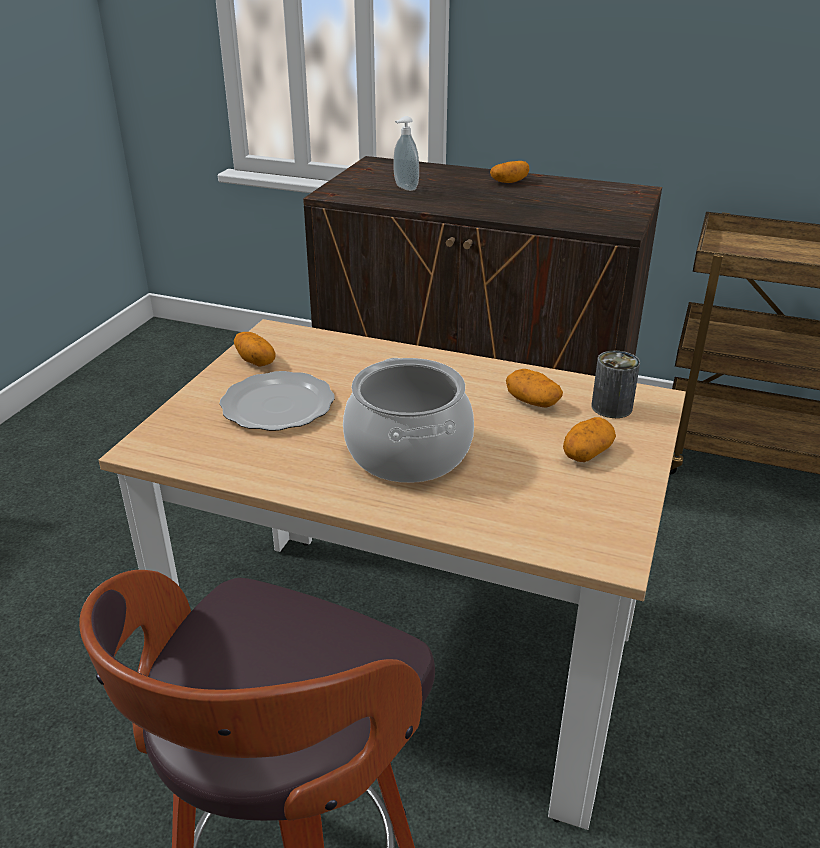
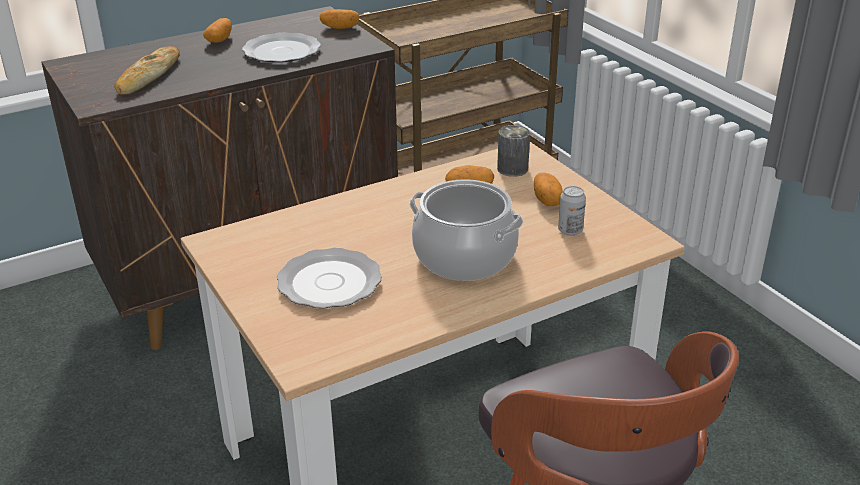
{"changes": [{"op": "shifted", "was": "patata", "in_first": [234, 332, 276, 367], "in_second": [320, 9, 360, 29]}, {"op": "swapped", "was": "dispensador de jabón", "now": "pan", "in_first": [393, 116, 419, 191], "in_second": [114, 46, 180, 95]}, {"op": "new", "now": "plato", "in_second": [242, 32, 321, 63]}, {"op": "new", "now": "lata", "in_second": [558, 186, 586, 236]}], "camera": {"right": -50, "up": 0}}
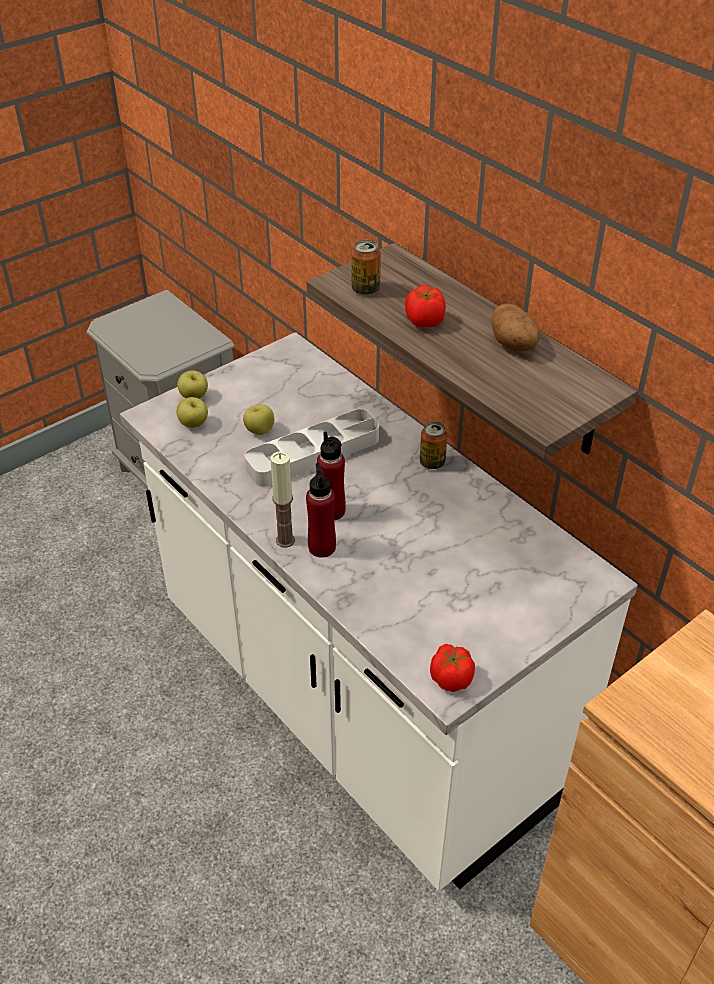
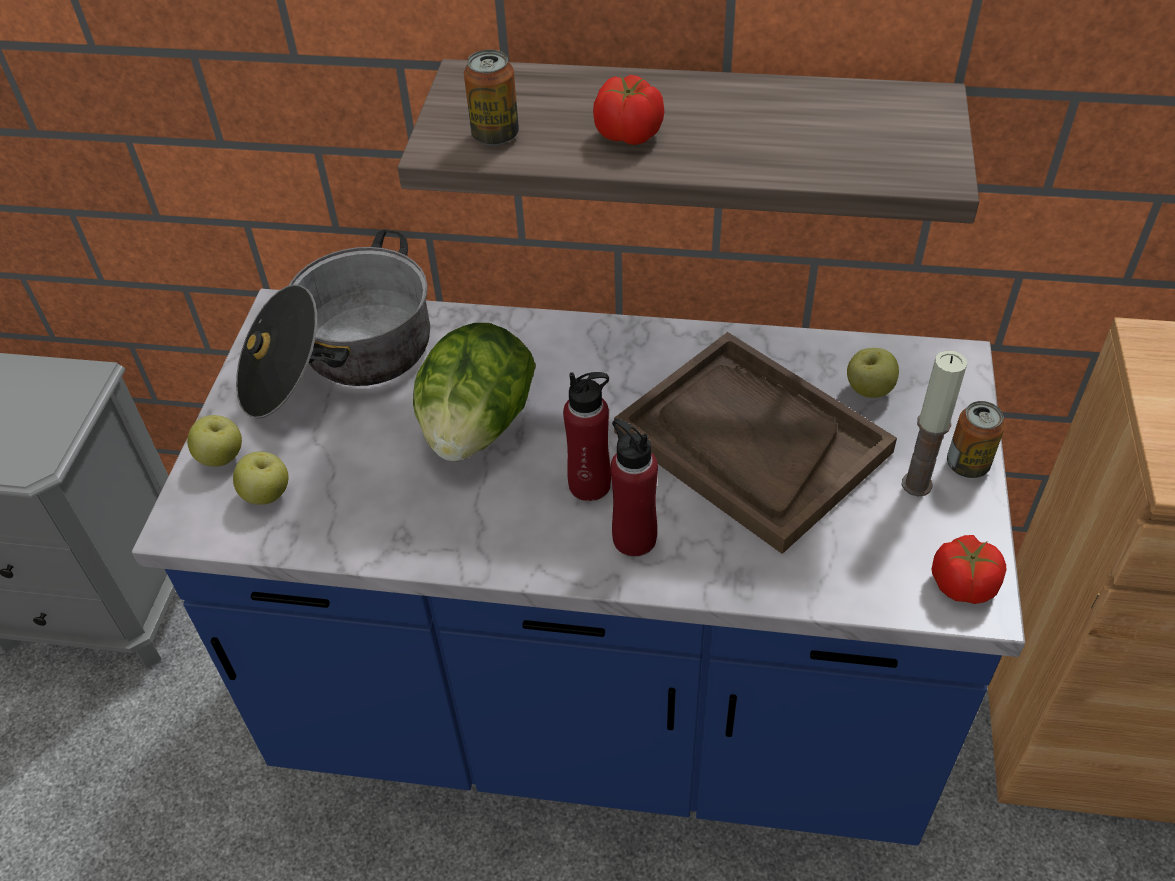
{"changes": [{"op": "repainted", "was": "mueble bajo de cocina/blanco", "now": "mueble bajo de cocina/azul", "in_first": [120, 332, 638, 891], "in_second": [132, 289, 1025, 846]}, {"op": "shifted", "was": "manzana", "in_first": [243, 404, 274, 435], "in_second": [847, 348, 899, 398]}, {"op": "swapped", "was": "bandeja/gris", "now": "lechuga", "in_first": [245, 409, 379, 487], "in_second": [413, 323, 536, 461]}, {"op": "shifted", "was": "vela", "in_first": [270, 451, 295, 548], "in_second": [902, 350, 967, 496]}, {"op": "shifted", "was": "lata", "in_first": [420, 422, 448, 469], "in_second": [947, 401, 1005, 478]}, {"op": "gone", "was": "patata", "in_first": [492, 304, 540, 351]}, {"op": "new", "now": "olla", "in_second": [236, 229, 430, 419]}, {"op": "new", "now": "bandeja/marrón", "in_second": [614, 332, 897, 554]}], "camera": {"right": -40, "up": 5}}
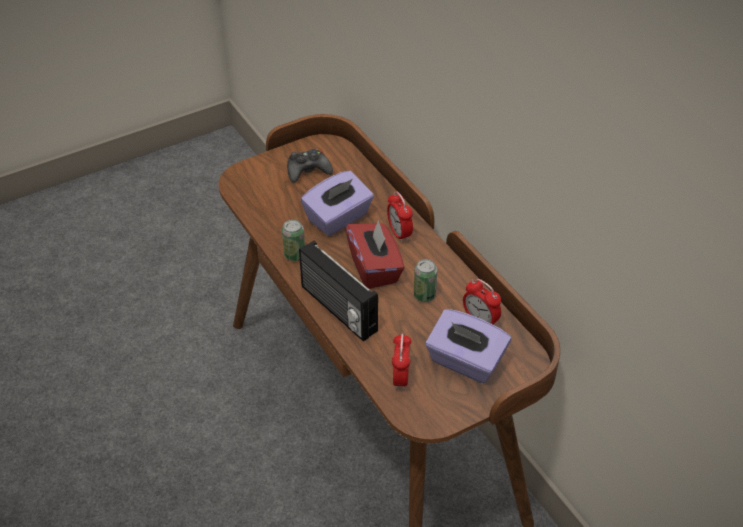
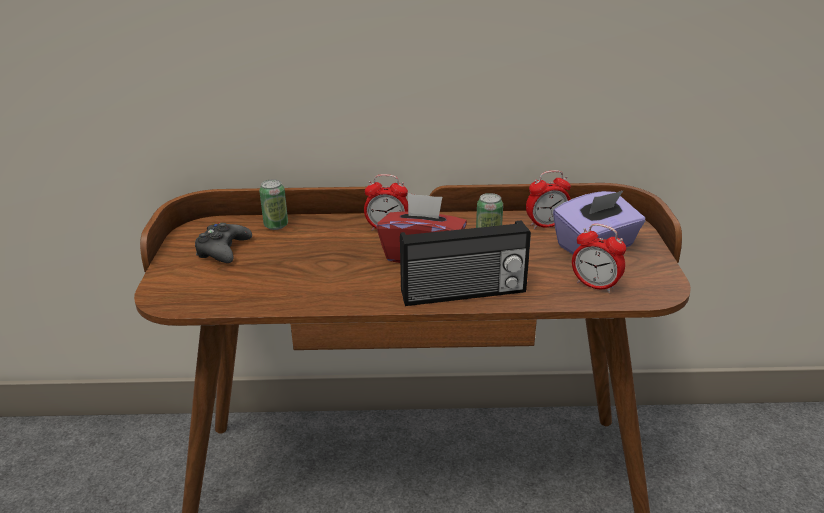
{"changes": [{"op": "shifted", "was": "lata", "in_first": [282, 219, 305, 261], "in_second": [259, 179, 288, 230]}, {"op": "gone", "was": "caja de pañuelos/morado", "in_first": [301, 171, 374, 236]}], "camera": {"right": -60, "up": -15}}
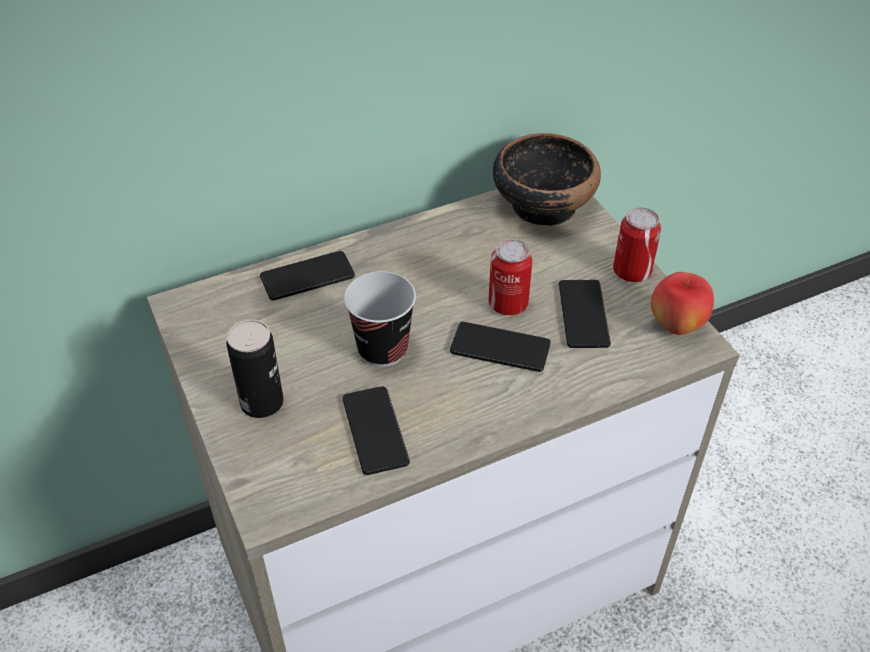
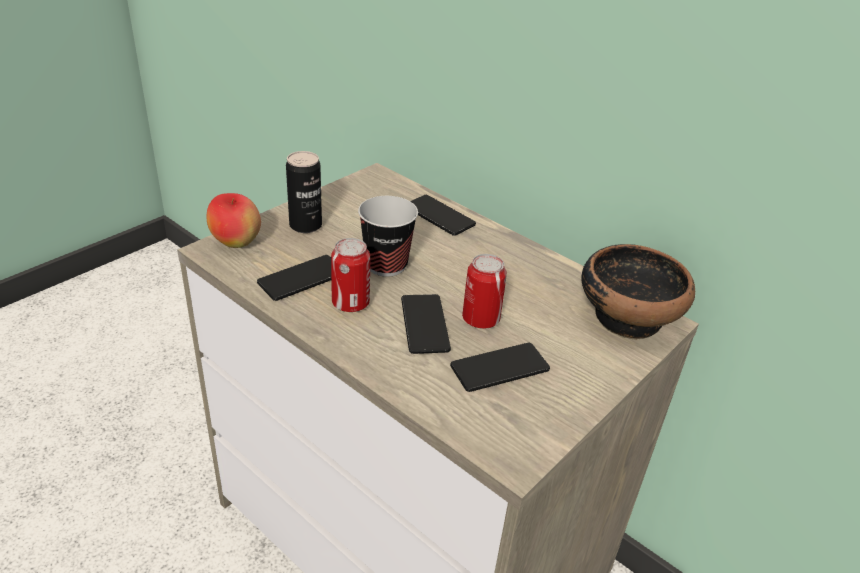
{"changes": [{"op": "shifted", "was": "lata", "in_first": [613, 207, 661, 282], "in_second": [331, 238, 370, 312]}, {"op": "shifted", "was": "manzana", "in_first": [651, 272, 714, 335], "in_second": [207, 193, 261, 248]}], "camera": {"right": 65, "up": -10}}
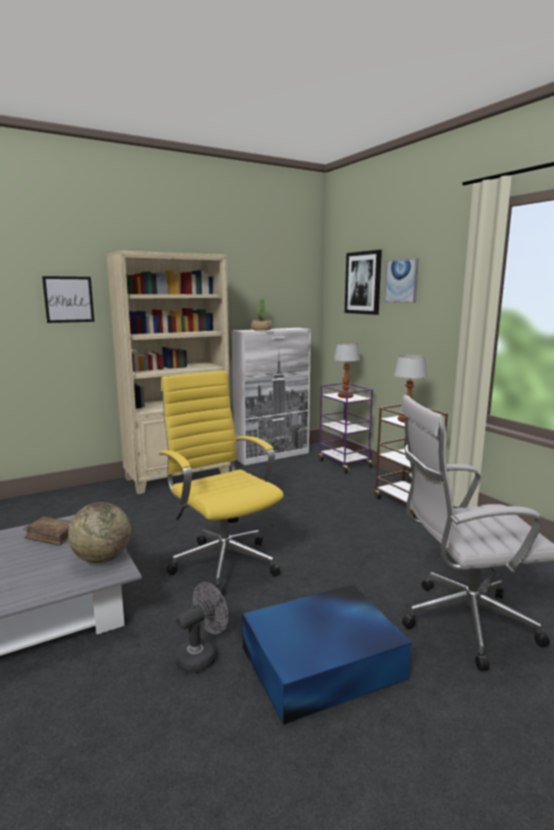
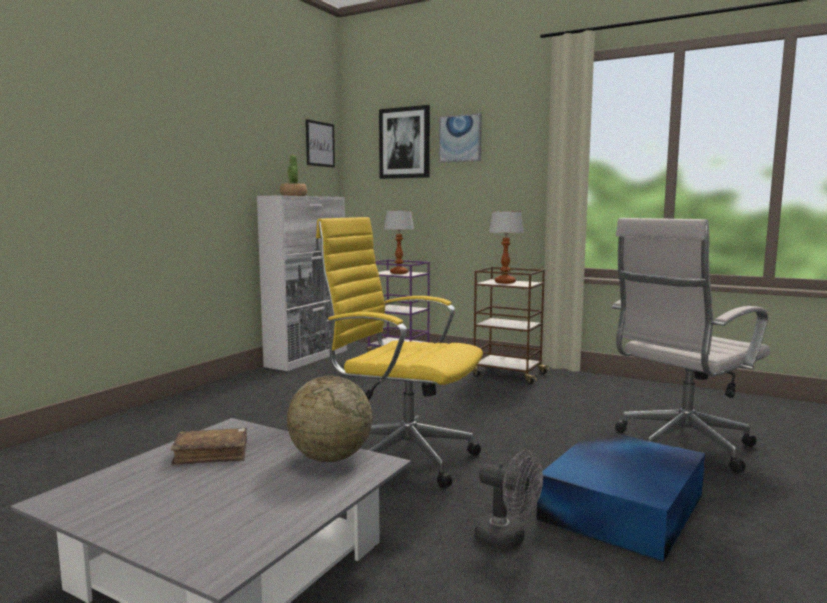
{"changes": [{"op": "shifted", "was": "cuadro", "in_first": [42, 276, 95, 323], "in_second": [306, 119, 335, 168]}, {"op": "gone", "was": "estantería/beis", "in_first": [106, 251, 231, 494]}, {"op": "rotated", "was": "ventilador/gris", "in_first": [175, 582, 228, 674], "in_second": [474, 450, 543, 550], "clockwise": 105}], "camera": {"right": -30, "up": -5}}
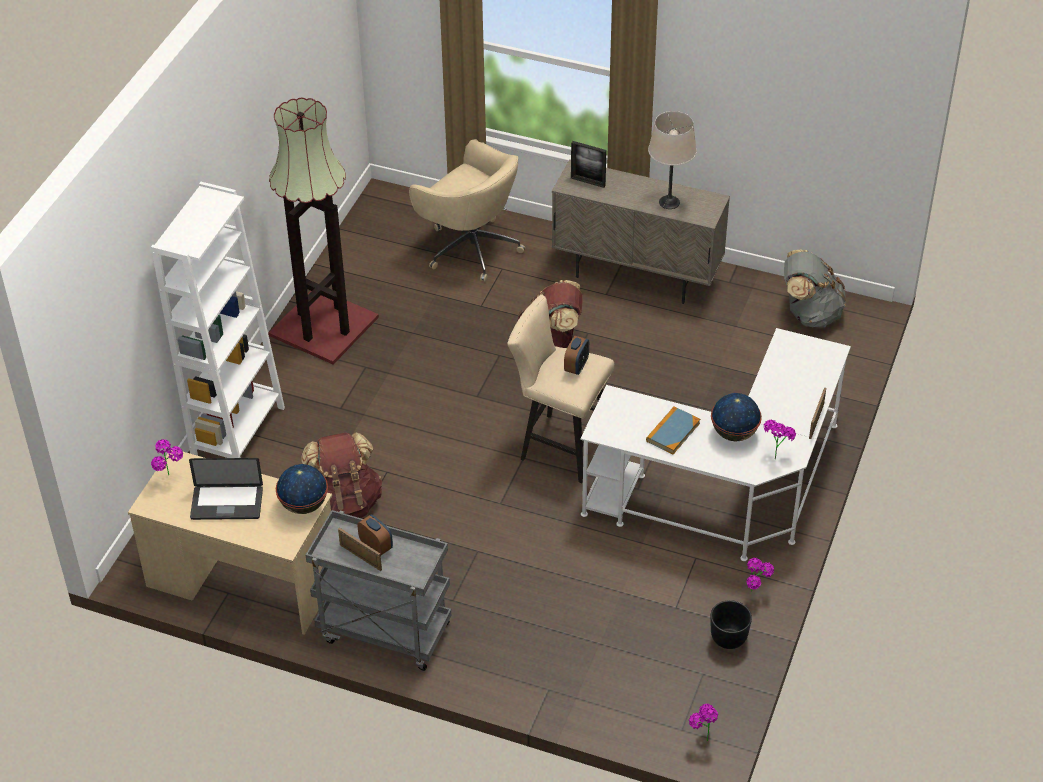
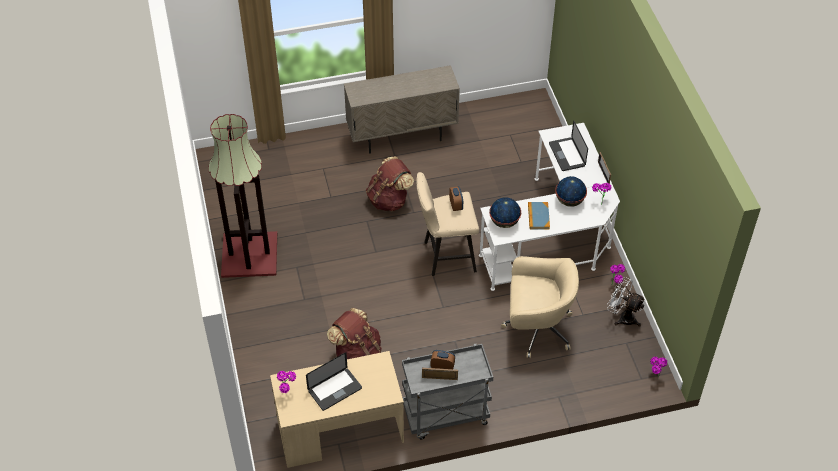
{"changes": [{"op": "gone", "was": "estantería/blanco", "in_first": [151, 182, 285, 458]}, {"op": "shifted", "was": "globo terráqueo", "in_first": [276, 464, 328, 514], "in_second": [489, 197, 521, 228]}, {"op": "shifted", "was": "silla de oficina/beis", "in_first": [409, 139, 525, 282], "in_second": [501, 256, 579, 358]}, {"op": "gone", "was": "portarretratos", "in_first": [571, 141, 607, 188]}, {"op": "gone", "was": "lámpara de mesa/beis", "in_first": [648, 111, 697, 209]}, {"op": "swapped", "was": "maceta/negro", "now": "ventilador/blanco", "in_first": [710, 600, 752, 649], "in_second": [607, 277, 646, 327]}, {"op": "gone", "was": "mochila/gris", "in_first": [784, 249, 846, 327]}, {"op": "new", "now": "portátil", "in_second": [549, 121, 588, 171]}], "camera": {"right": -35, "up": 5}}
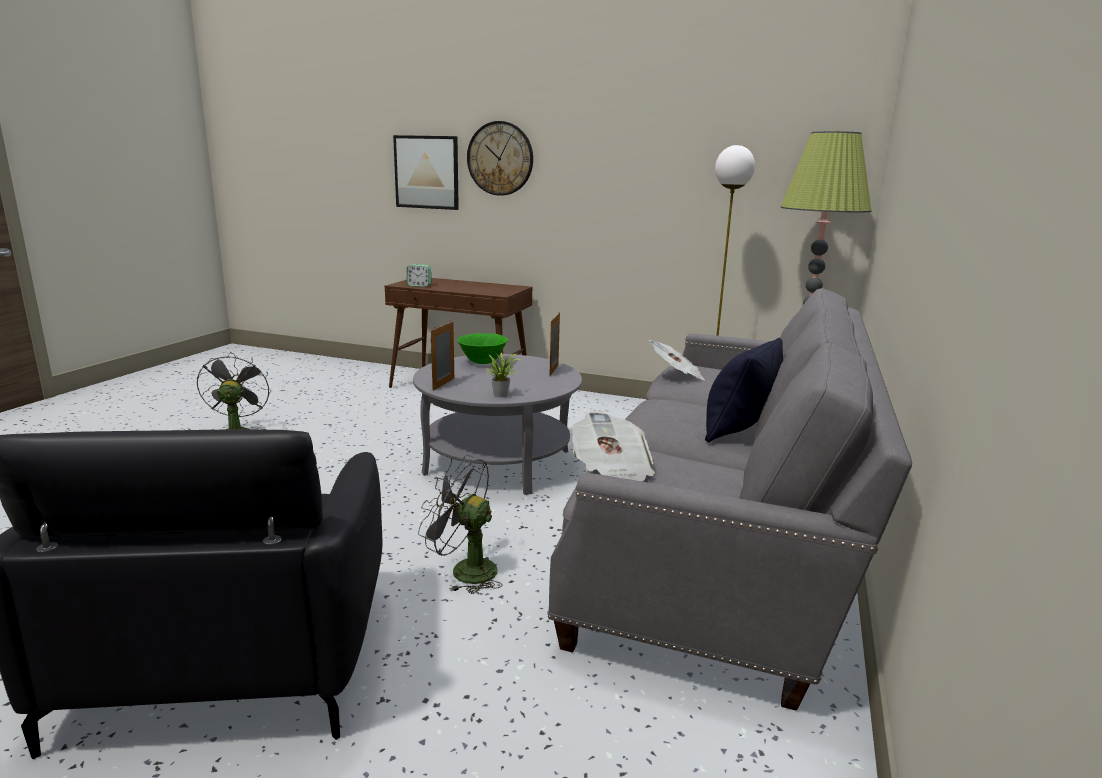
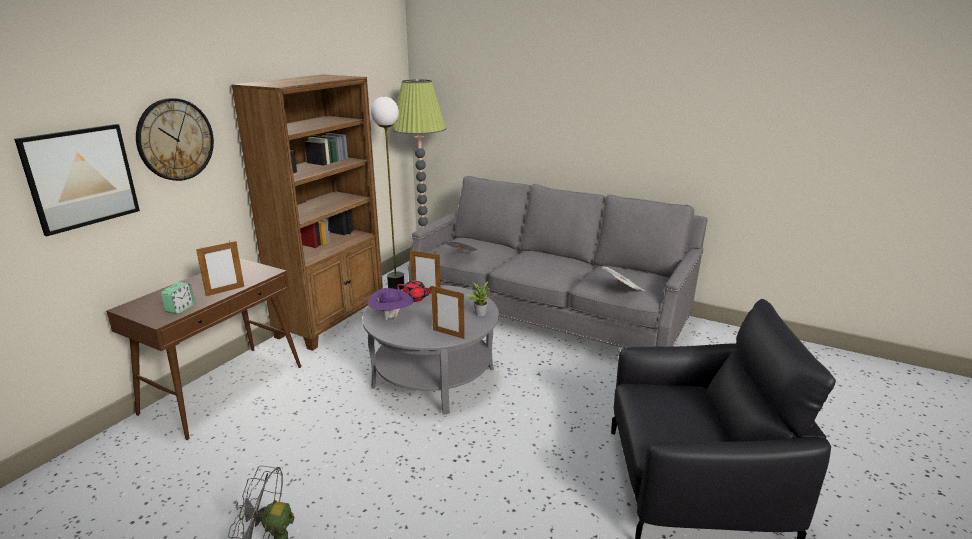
{"changes": [{"op": "gone", "was": "ventilador/gris", "in_first": [418, 455, 502, 594]}, {"op": "swapped", "was": "cuenco/verde", "now": "sombrero/morado", "in_first": [457, 333, 508, 364], "in_second": [368, 288, 414, 320]}, {"op": "gone", "was": "cojín/negro", "in_first": [705, 338, 783, 443]}, {"op": "new", "now": "portarretratos", "in_second": [196, 241, 244, 296]}, {"op": "new", "now": "estantería/marrón", "in_second": [231, 74, 383, 351]}, {"op": "new", "now": "tetera/rojo", "in_second": [397, 280, 431, 302]}], "camera": {"right": -80, "up": 5}}
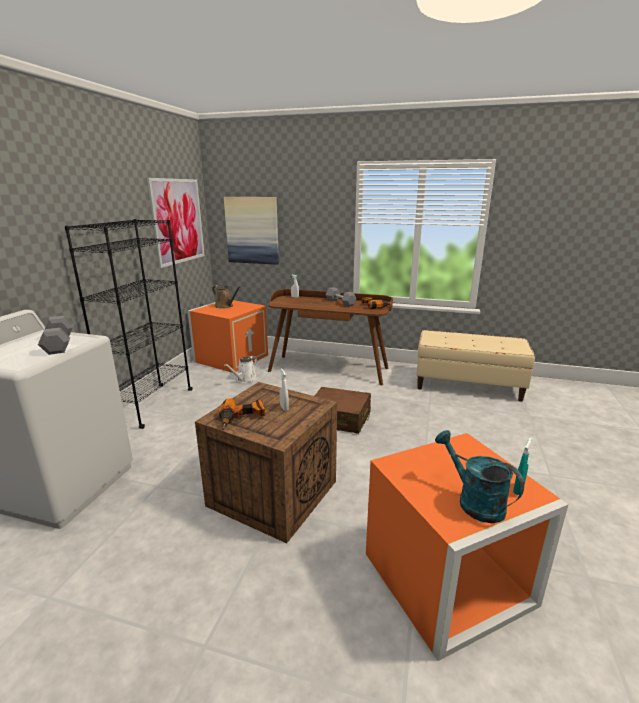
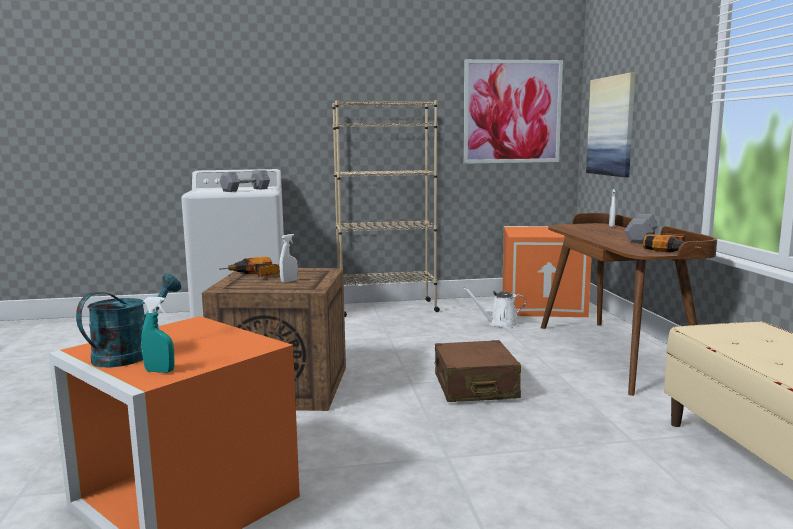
{"changes": [{"op": "repainted", "was": "estantería/negro", "now": "estantería/beis", "in_first": [64, 219, 193, 429], "in_second": [332, 100, 440, 317]}, {"op": "gone", "was": "regadera/marrón", "in_first": [212, 285, 241, 309]}], "camera": {"right": 65, "up": -10}}
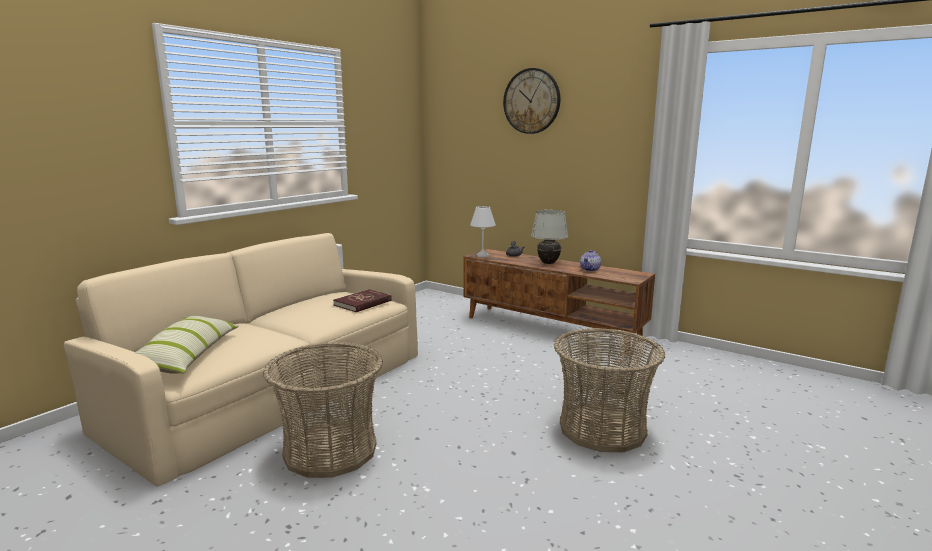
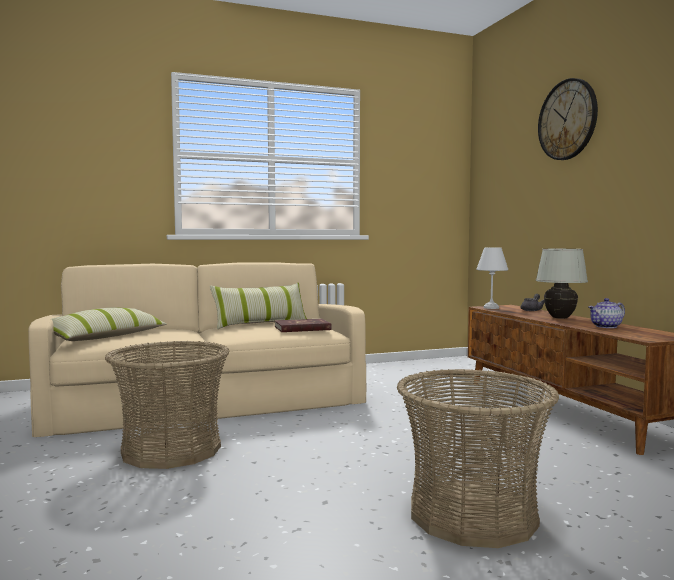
{"changes": [{"op": "new", "now": "cojín", "in_second": [210, 283, 307, 329]}], "camera": {"right": 35, "up": -10}}
